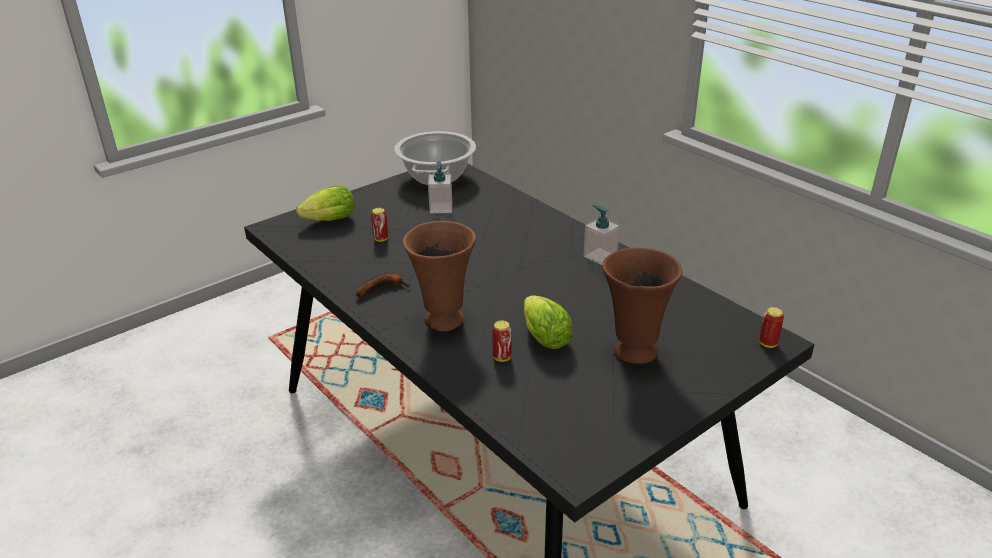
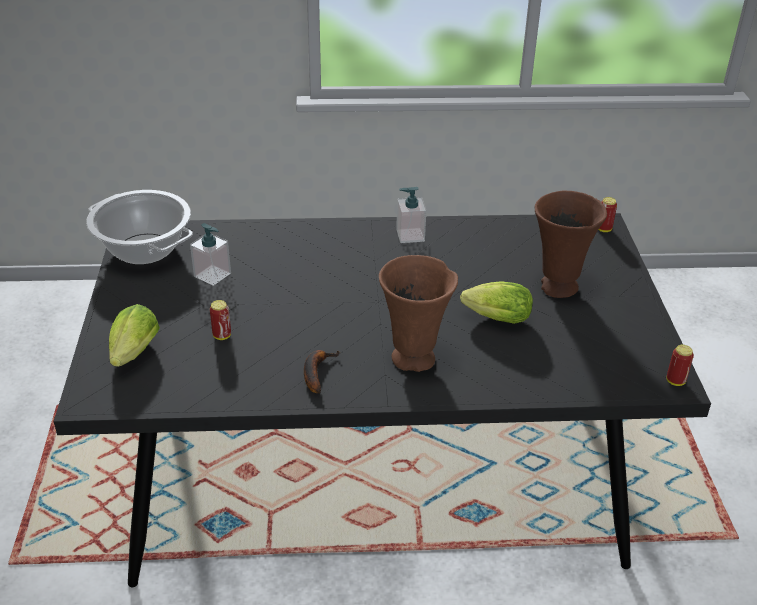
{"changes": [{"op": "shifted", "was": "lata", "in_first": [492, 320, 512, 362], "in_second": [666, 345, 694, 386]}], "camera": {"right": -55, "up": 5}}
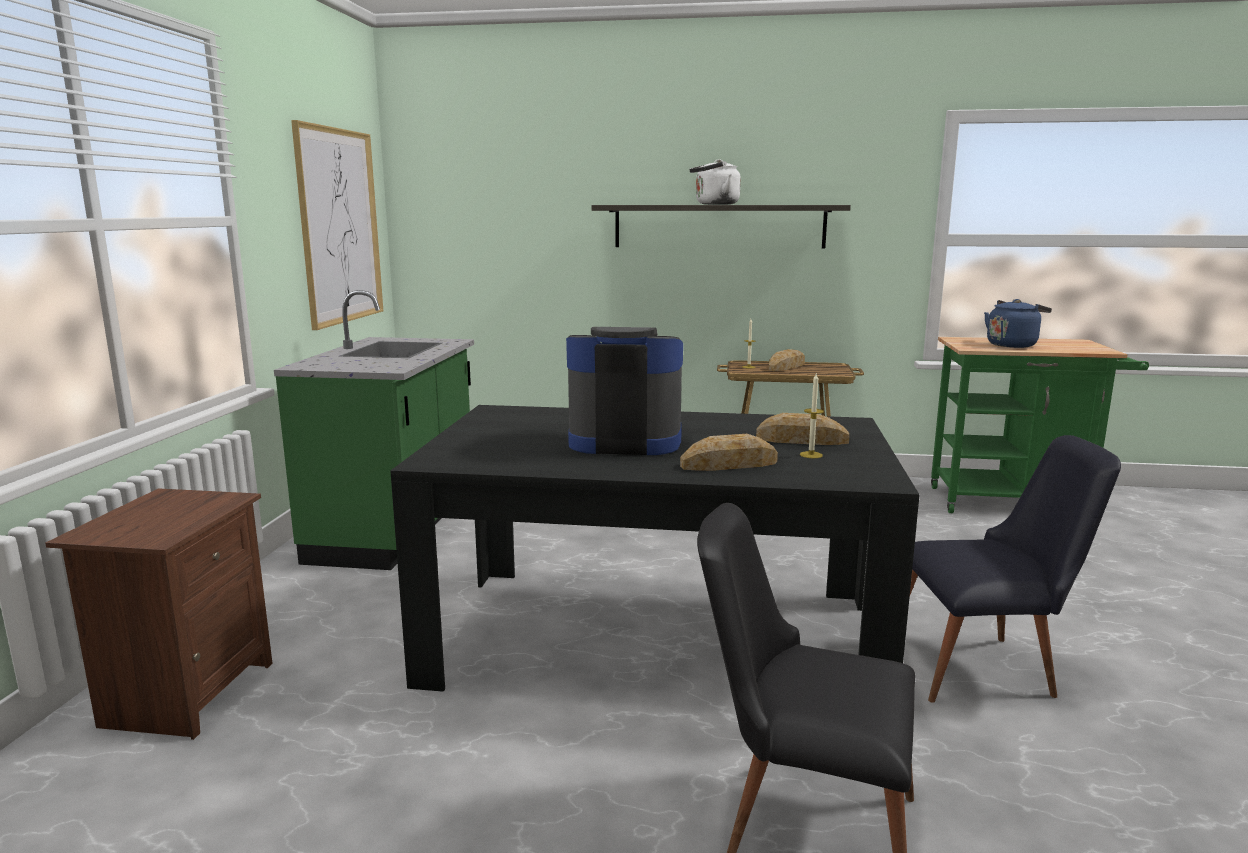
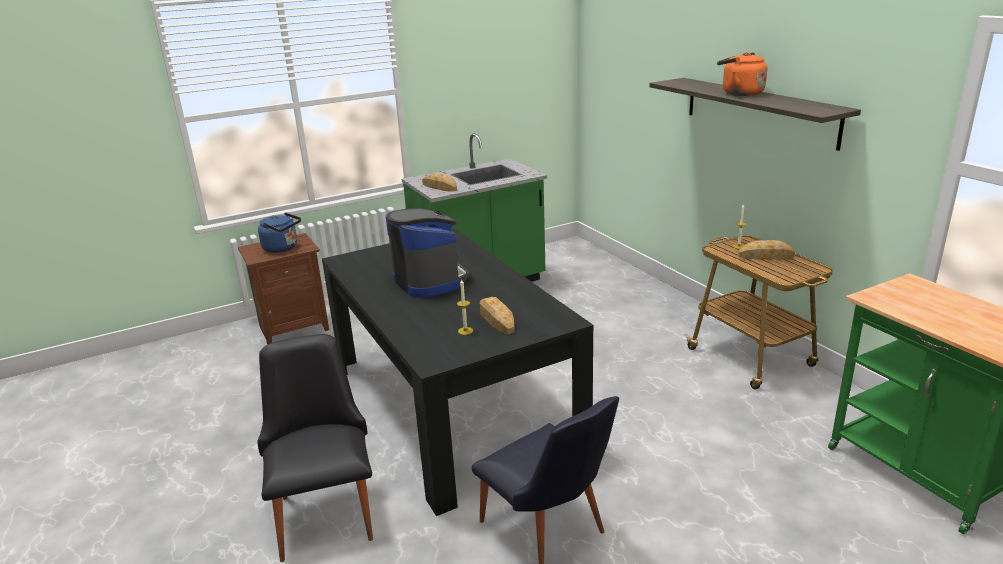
{"changes": [{"op": "gone", "was": "cuadro", "in_first": [291, 120, 383, 330]}, {"op": "shifted", "was": "pan", "in_first": [680, 434, 778, 471], "in_second": [422, 173, 457, 192]}, {"op": "repainted", "was": "hervidor/blanco", "now": "hervidor/naranja", "in_first": [689, 159, 741, 205], "in_second": [717, 52, 767, 96]}, {"op": "shifted", "was": "hervidor/azul", "in_first": [984, 299, 1052, 348], "in_second": [258, 212, 301, 253]}], "camera": {"right": 55, "up": 10}}
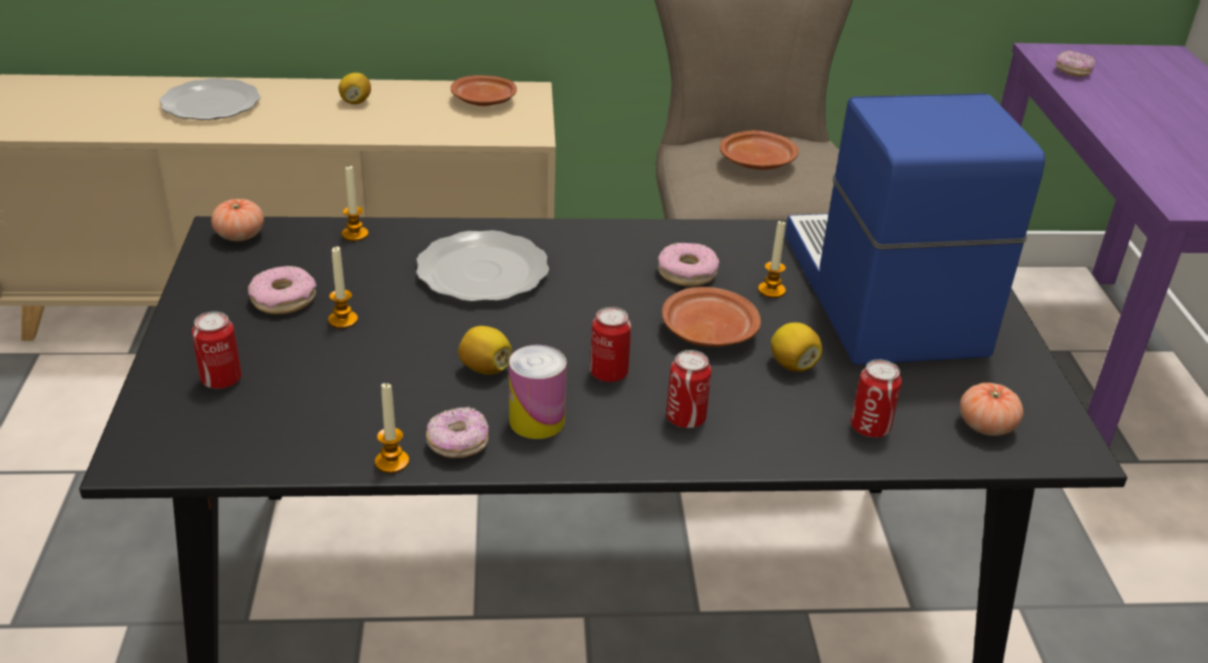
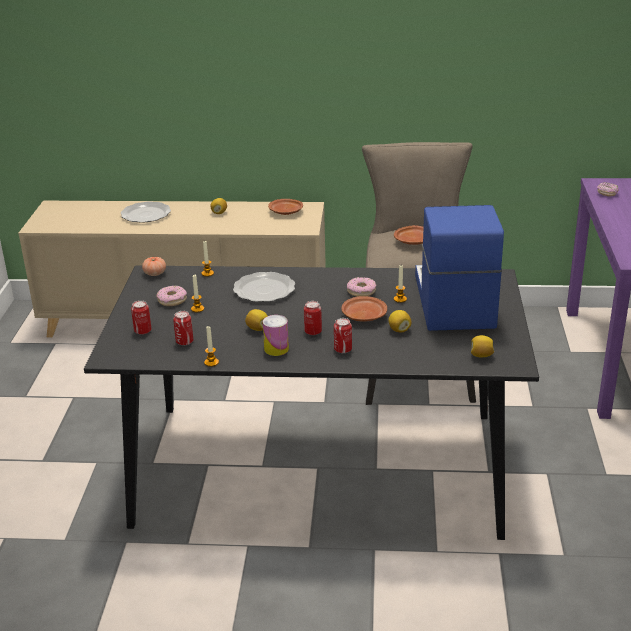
{"changes": [{"op": "gone", "was": "rosquilla", "in_first": [426, 407, 489, 458]}, {"op": "shifted", "was": "lata", "in_first": [851, 359, 902, 438], "in_second": [173, 311, 194, 346]}, {"op": "swapped", "was": "tomate", "now": "limón", "in_first": [960, 383, 1023, 436], "in_second": [471, 335, 494, 358]}], "camera": {"right": 10, "up": -5}}
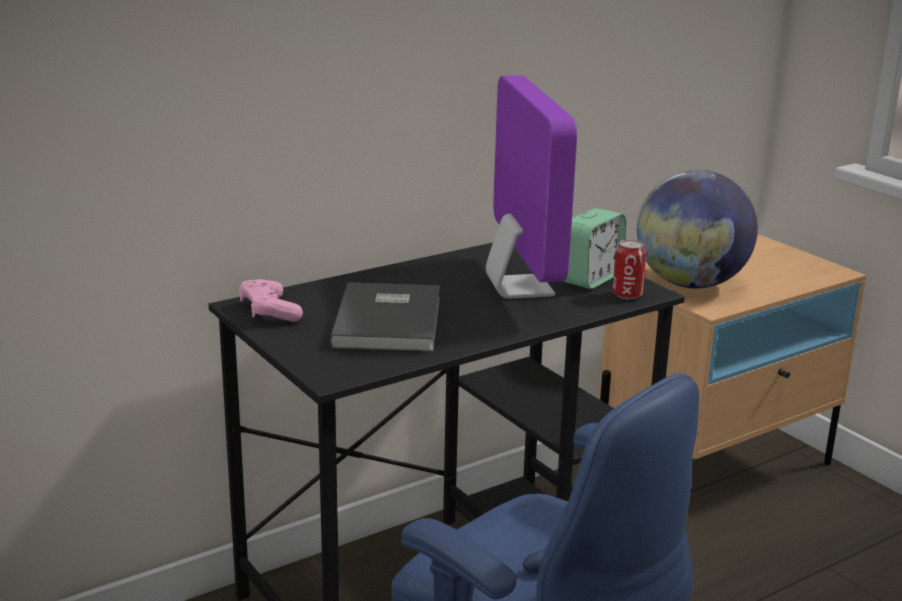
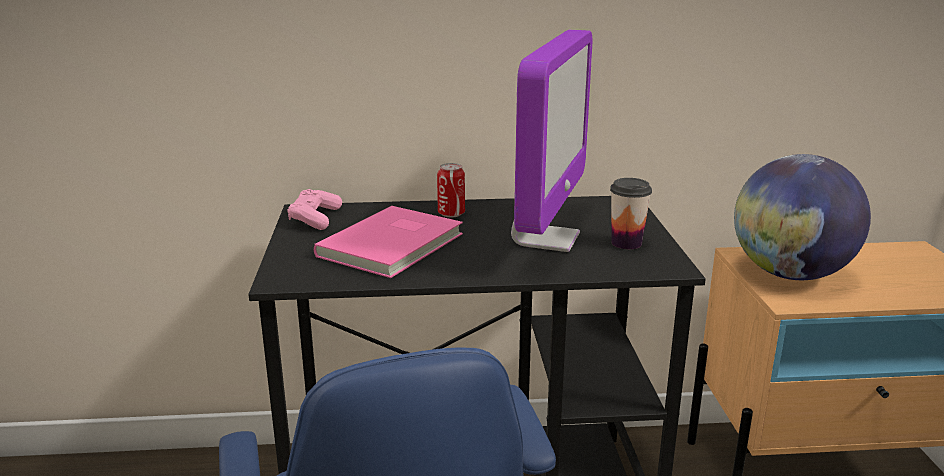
{"changes": [{"op": "repainted", "was": "libro/gris", "now": "libro/rosa", "in_first": [329, 282, 440, 352], "in_second": [314, 206, 463, 278]}, {"op": "swapped", "was": "despertador", "now": "taza", "in_first": [563, 208, 626, 289], "in_second": [610, 178, 652, 249]}, {"op": "shifted", "was": "lata", "in_first": [612, 239, 646, 299], "in_second": [437, 163, 465, 217]}], "camera": {"right": 30, "up": 0}}
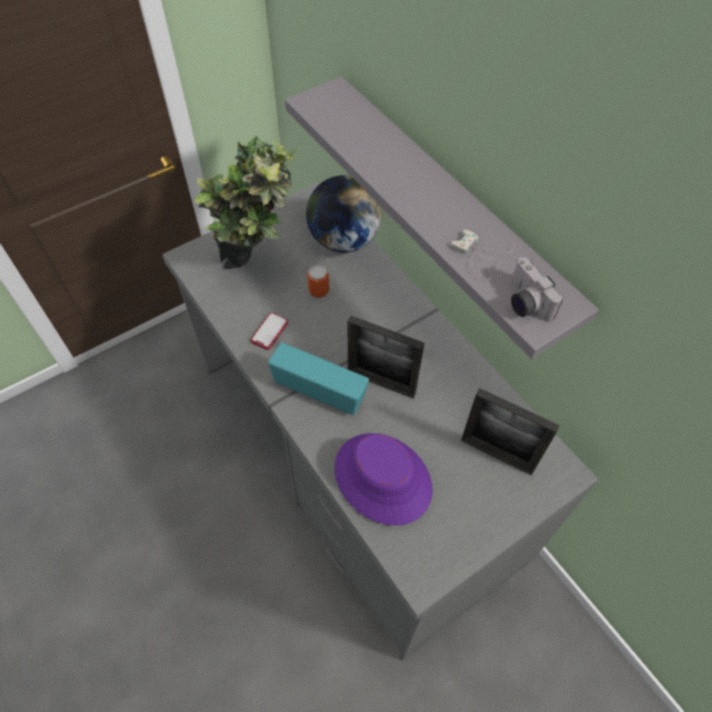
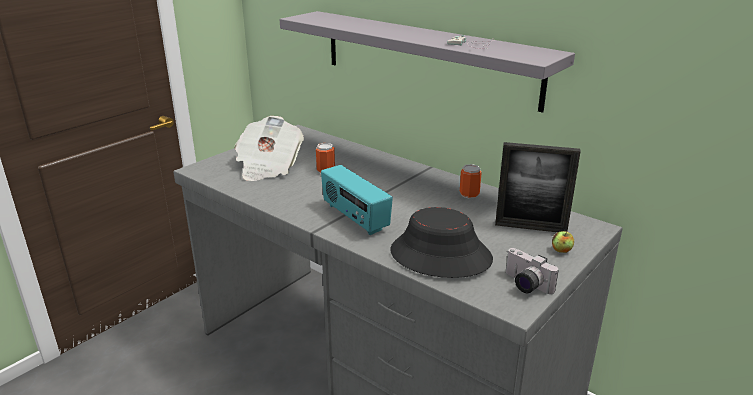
{"changes": [{"op": "swapped", "was": "planta en maceta", "now": "periódico", "in_first": [195, 136, 299, 269], "in_second": [235, 116, 304, 181]}, {"op": "gone", "was": "móvil", "in_first": [251, 313, 288, 350]}, {"op": "rotated", "was": "radio", "in_first": [268, 343, 369, 415], "in_second": [321, 165, 393, 235], "clockwise": -135}, {"op": "gone", "was": "globo terráqueo", "in_first": [306, 175, 382, 253]}, {"op": "repainted", "was": "sombrero/morado", "now": "sombrero/negro", "in_first": [334, 433, 432, 525], "in_second": [390, 207, 493, 278]}, {"op": "gone", "was": "portarretratos", "in_first": [348, 316, 424, 398]}, {"op": "shifted", "was": "cámara", "in_first": [511, 257, 563, 322], "in_second": [506, 248, 559, 294]}, {"op": "new", "now": "lata", "in_second": [460, 164, 482, 199]}, {"op": "new", "now": "manzana", "in_second": [552, 231, 574, 253]}], "camera": {"right": -15, "up": -30}}
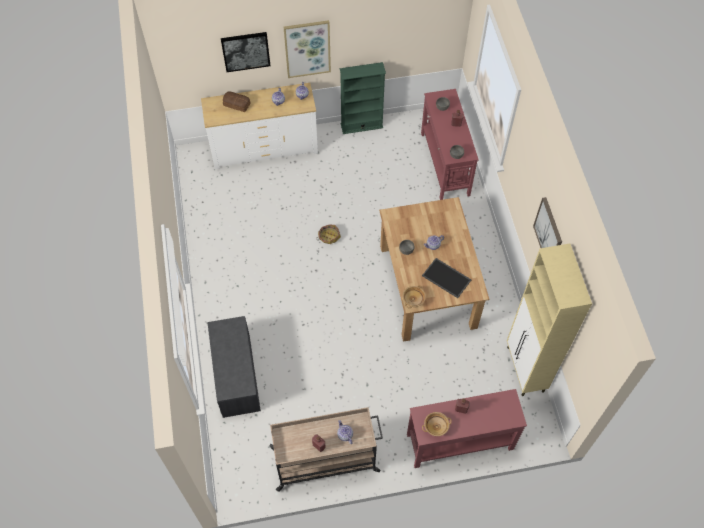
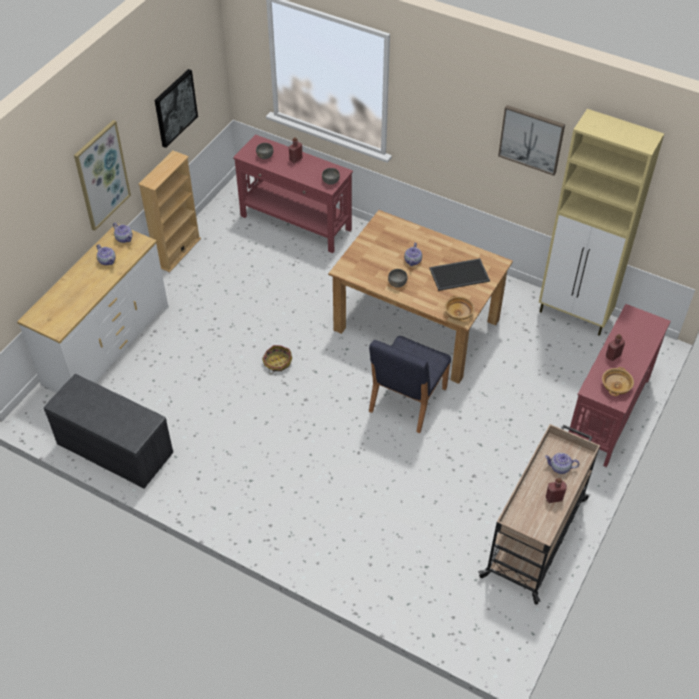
{"changes": [{"op": "shifted", "was": "banco/gris", "in_first": [208, 316, 261, 418], "in_second": [44, 374, 173, 489]}, {"op": "shifted", "was": "cuadro", "in_first": [221, 32, 270, 72], "in_second": [155, 69, 198, 148]}, {"op": "gone", "was": "pan", "in_first": [223, 91, 251, 112]}, {"op": "repainted", "was": "estantería/verde", "now": "estantería/beis", "in_first": [340, 62, 386, 134], "in_second": [138, 150, 201, 272]}, {"op": "new", "now": "silla/azul", "in_second": [369, 336, 451, 433]}], "camera": {"right": -50, "up": -10}}
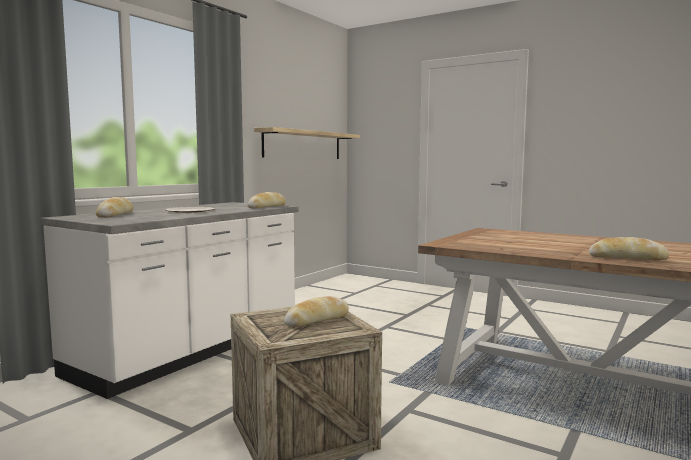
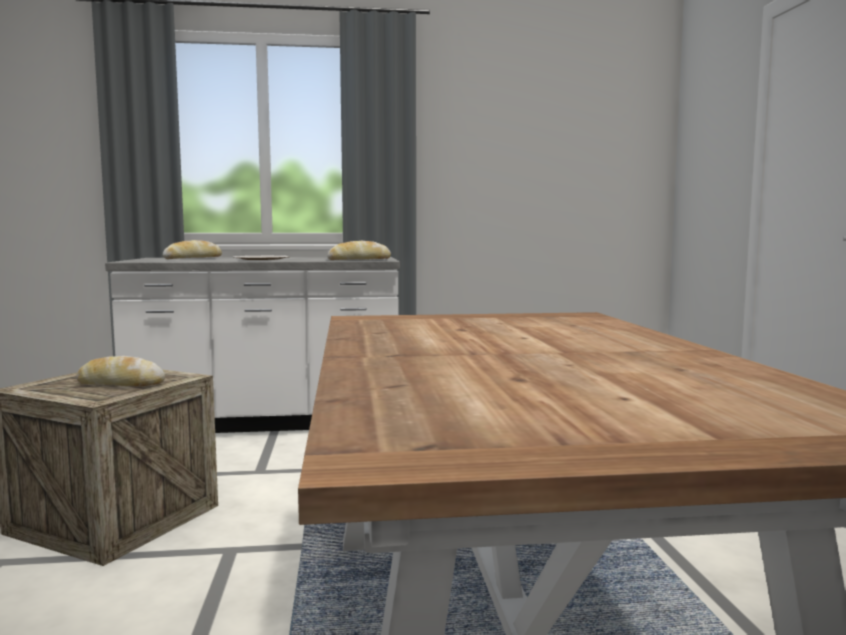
{"changes": [{"op": "gone", "was": "estante", "in_first": [254, 127, 360, 159]}, {"op": "gone", "was": "pan", "in_first": [589, 237, 669, 260]}], "camera": {"right": 50, "up": 0}}
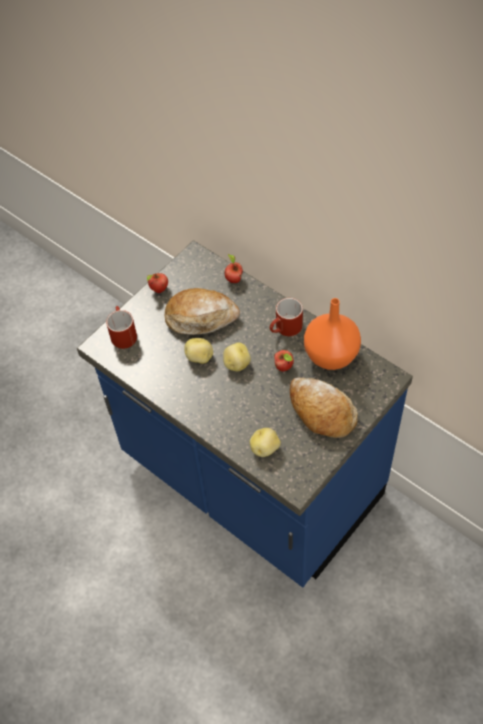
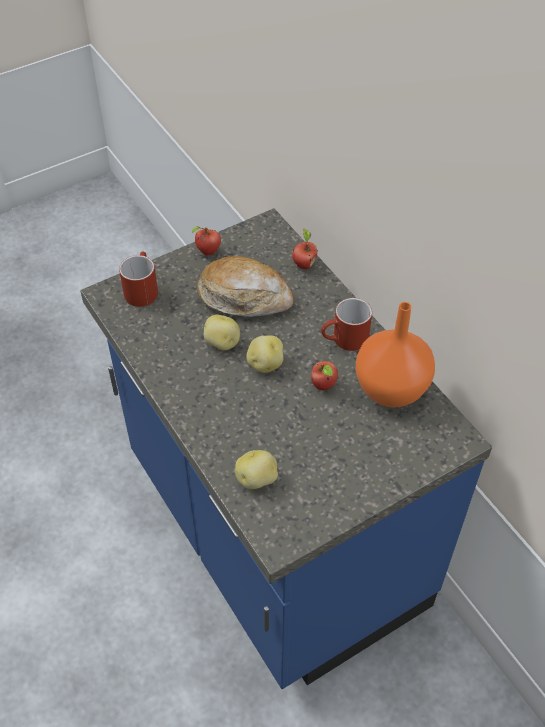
{"changes": [{"op": "gone", "was": "pan", "in_first": [290, 378, 358, 438]}], "camera": {"right": 15, "up": -5}}
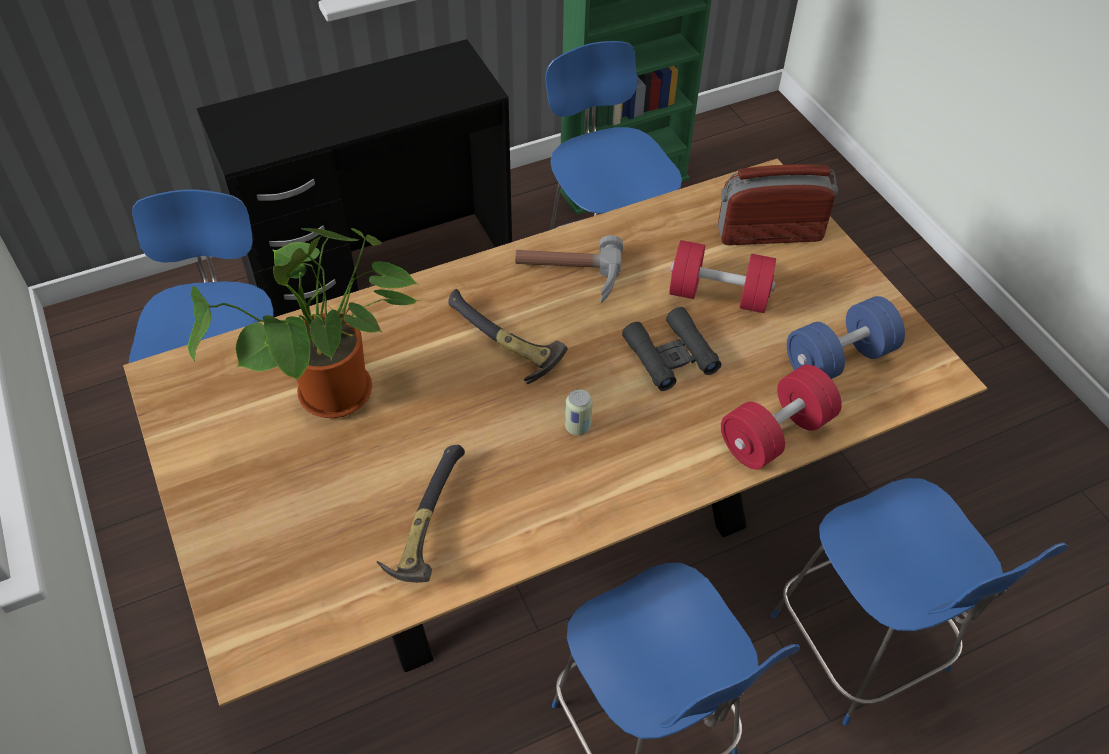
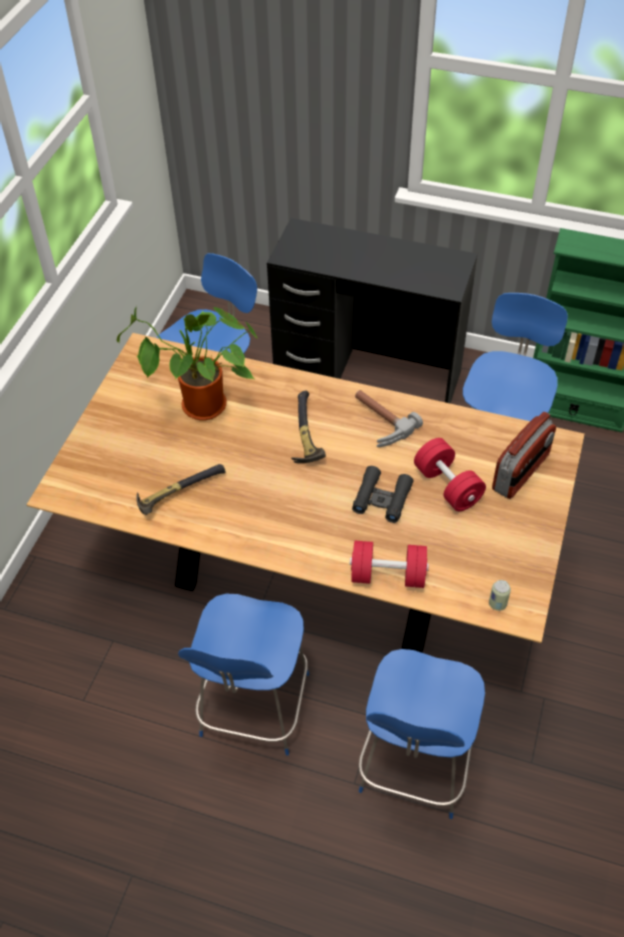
{"changes": [{"op": "shifted", "was": "lata", "in_first": [565, 389, 593, 435], "in_second": [489, 580, 511, 611]}, {"op": "rotated", "was": "radio", "in_first": [718, 164, 838, 245], "in_second": [492, 412, 556, 499], "clockwise": 90}, {"op": "gone", "was": "mancuerna/azul", "in_first": [787, 296, 905, 379]}], "camera": {"right": 45, "up": 0}}
